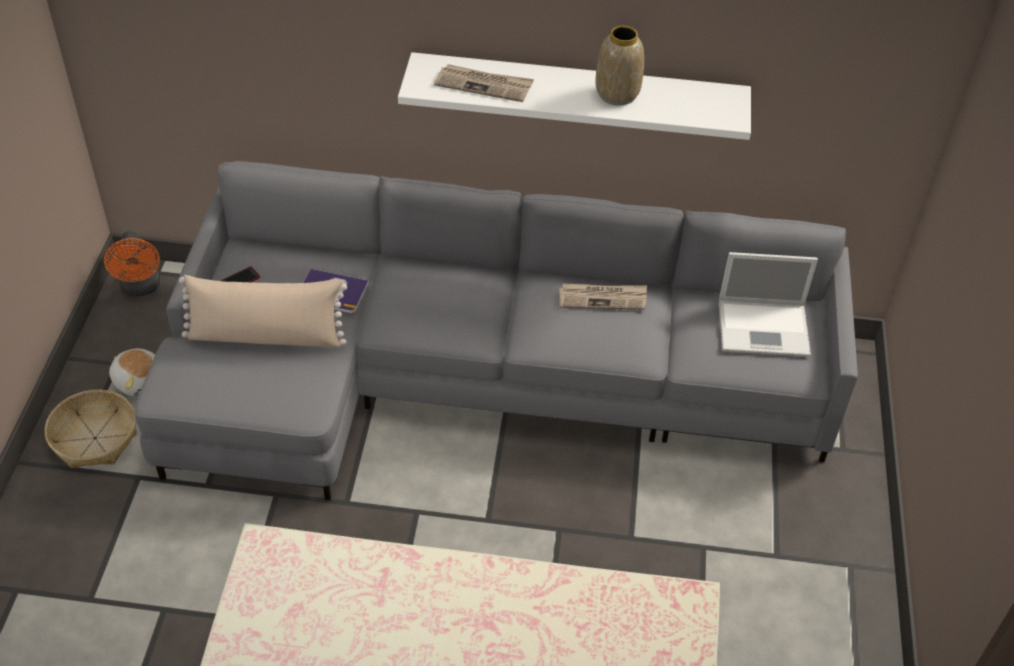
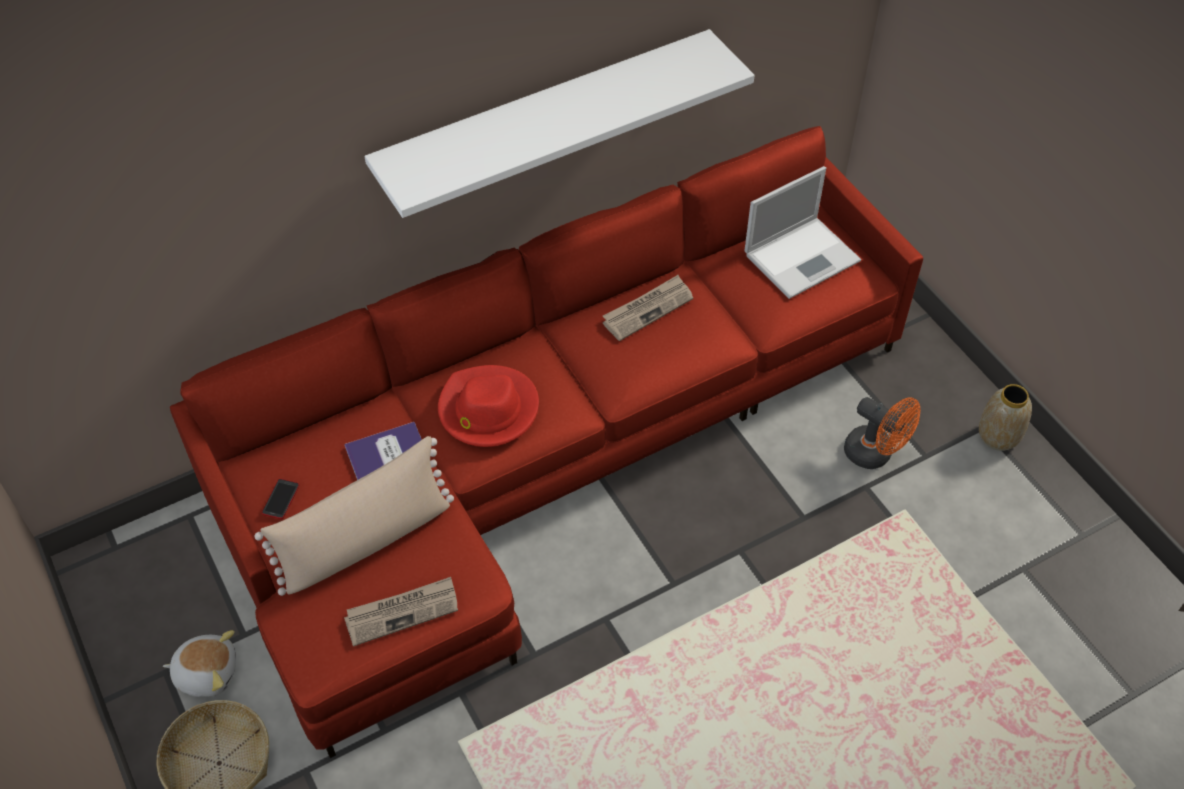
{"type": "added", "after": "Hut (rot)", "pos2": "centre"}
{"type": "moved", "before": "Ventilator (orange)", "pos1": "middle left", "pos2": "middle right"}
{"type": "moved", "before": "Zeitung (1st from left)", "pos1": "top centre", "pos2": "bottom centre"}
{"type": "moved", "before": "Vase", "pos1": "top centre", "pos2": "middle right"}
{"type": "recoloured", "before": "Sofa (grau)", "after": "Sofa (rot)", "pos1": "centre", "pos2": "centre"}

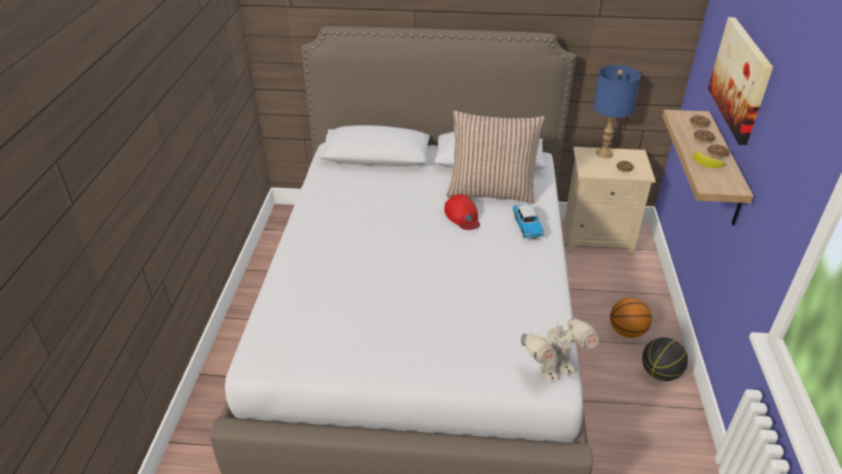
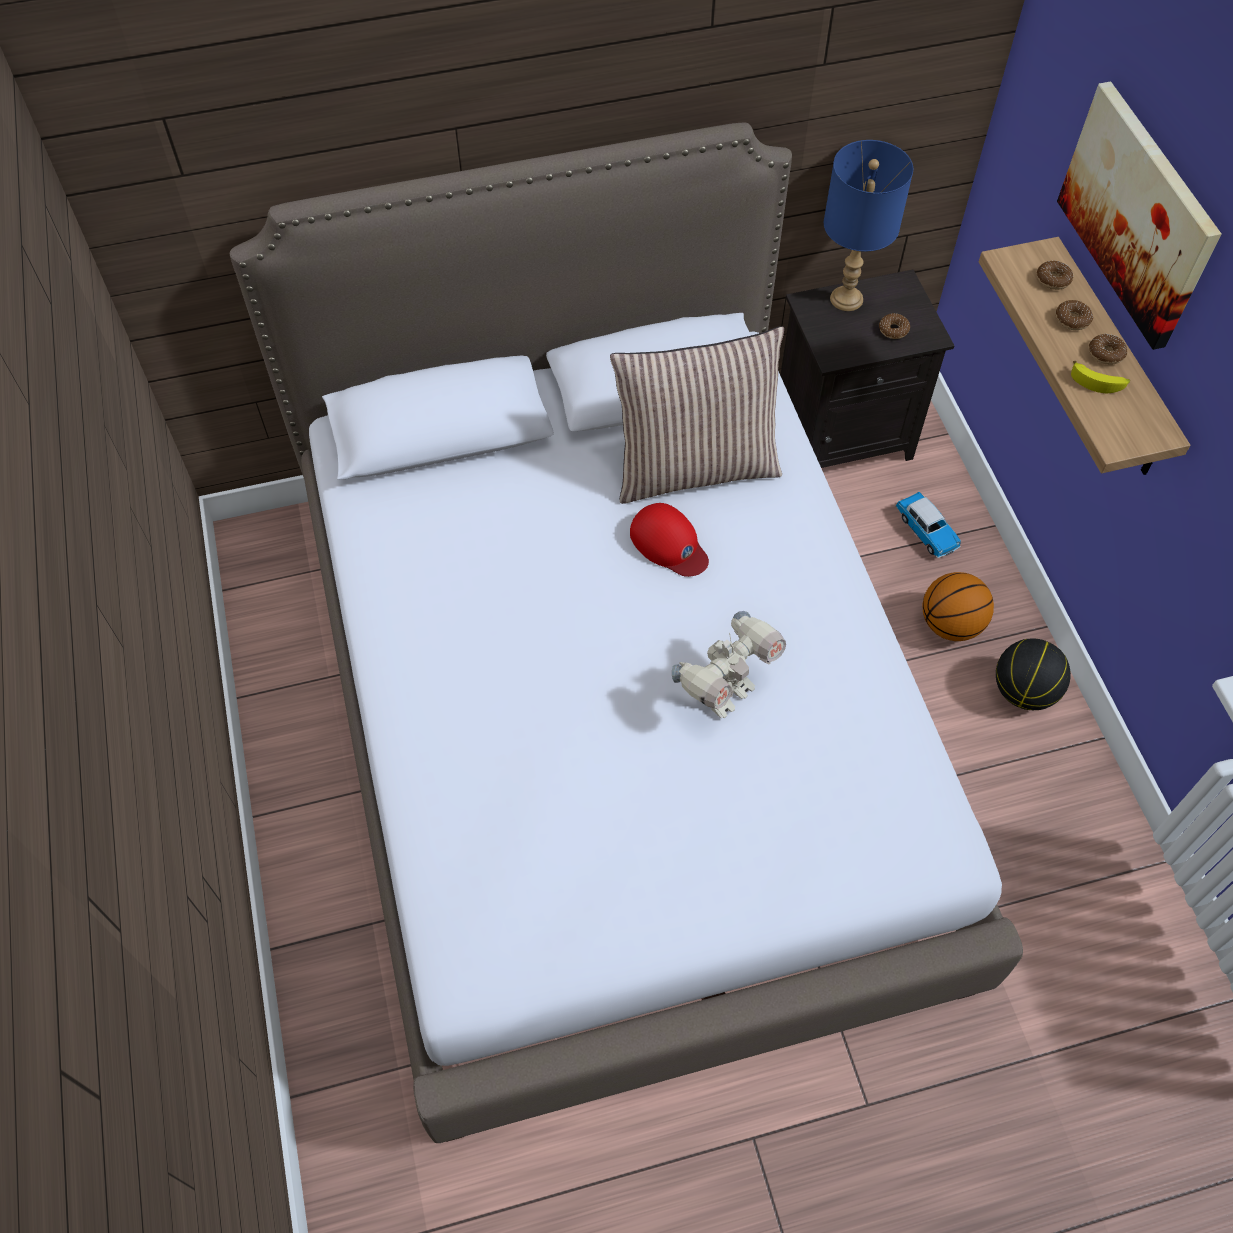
{"type": "moved", "before": "Spielzeugauto", "pos1": "centre", "pos2": "middle right"}
{"type": "moved", "before": "Spielzeugroboter", "pos1": "bottom centre", "pos2": "centre"}
{"type": "recoloured", "before": "Nachttisch (beige)", "after": "Nachttisch (schwarz)", "pos1": "middle right", "pos2": "top right"}

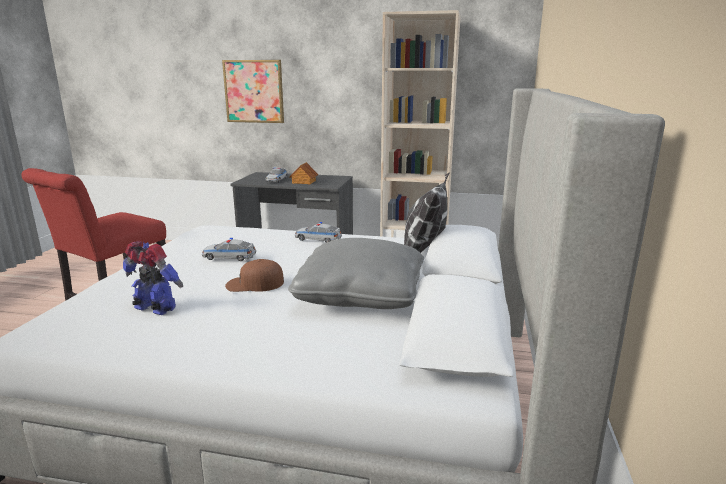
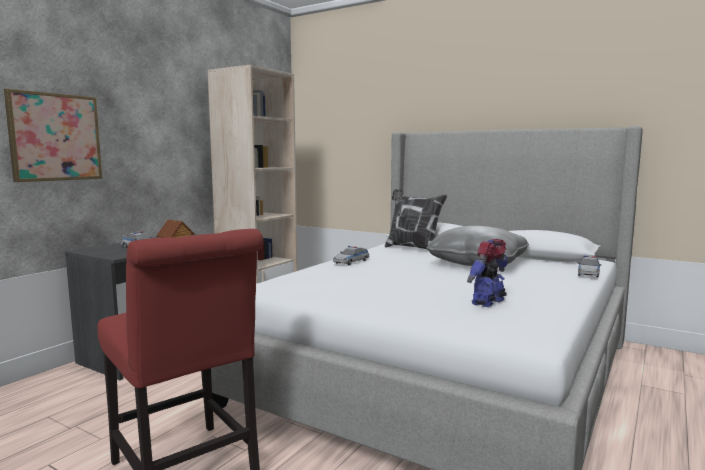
{"type": "removed", "before": "Kappe (braun)", "pos1": "centre"}
{"type": "moved", "before": "Spielzeugauto (1st from left in the first image)", "after": "Spielzeugauto (3rd from left)", "pos1": "middle left", "pos2": "middle right"}

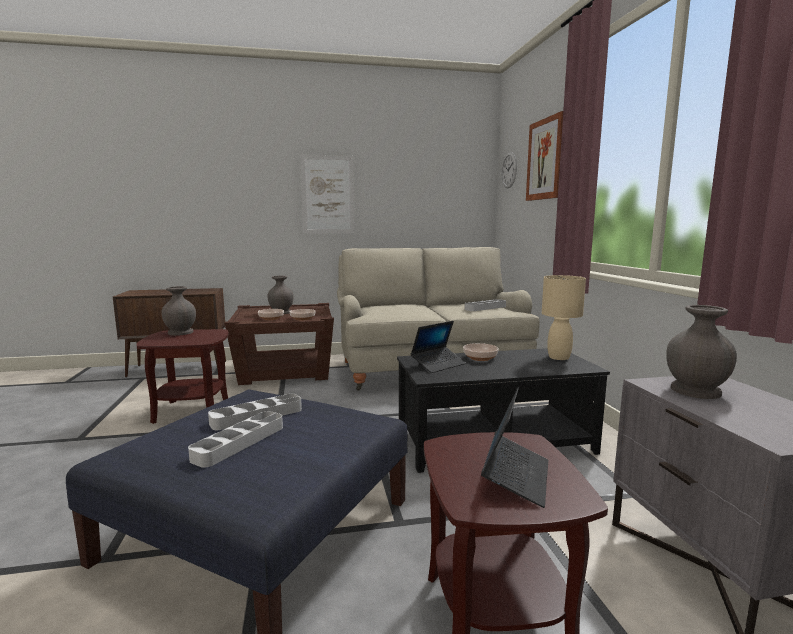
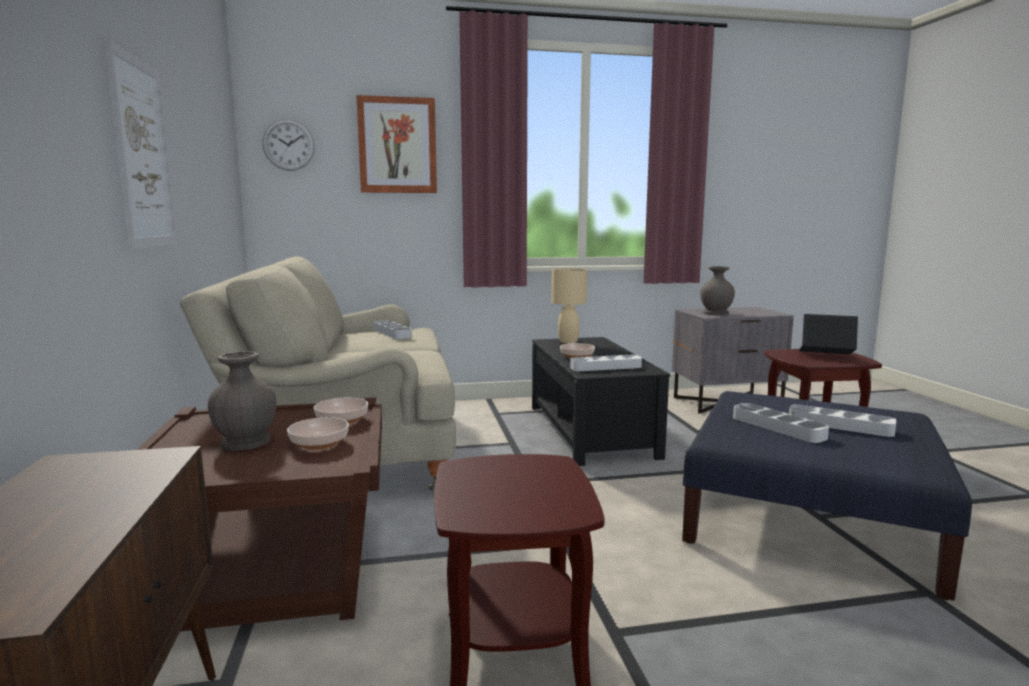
{"type": "removed", "before": "Vase (grau) (1st from left)", "pos1": "middle left"}
{"type": "replaced", "before": "Laptop (1st from left)", "after": "Tablett (grau) (2nd from left)", "pos1": "centre", "pos2": "centre"}

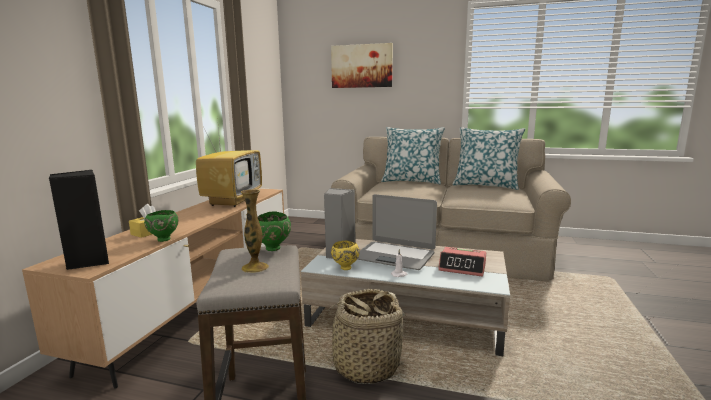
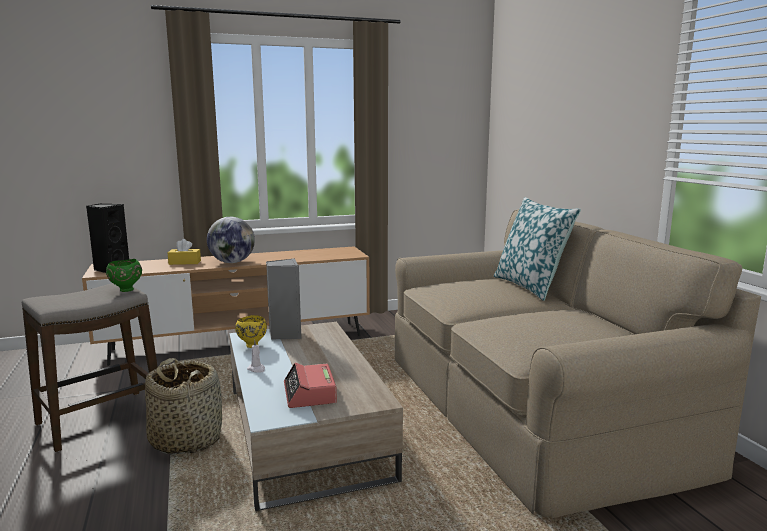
{"type": "removed", "before": "Schüssel (grün) (1st from left)", "pos1": "middle left"}
{"type": "removed", "before": "Fernseher", "pos1": "middle left"}
{"type": "removed", "before": "Vase", "pos1": "centre"}
{"type": "removed", "before": "Bild", "pos1": "top centre"}
{"type": "removed", "before": "Laptop", "pos1": "centre"}
{"type": "removed", "before": "Kissen (2nd from left)", "pos1": "middle right"}
{"type": "added", "after": "Globus", "pos2": "middle left"}

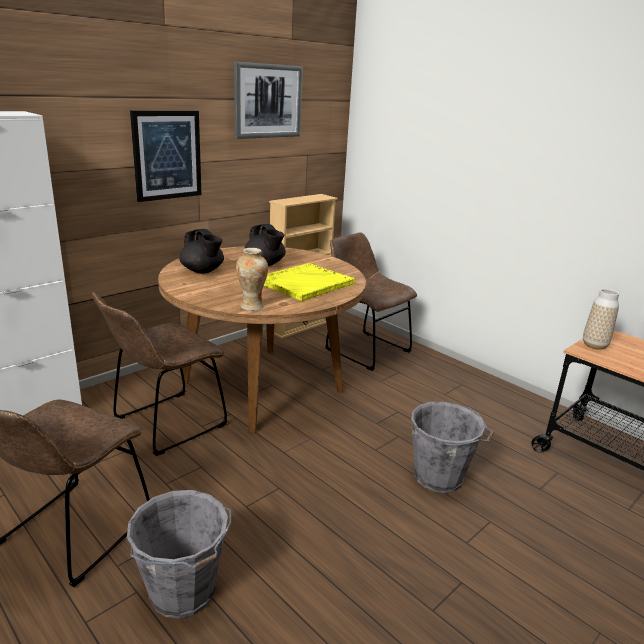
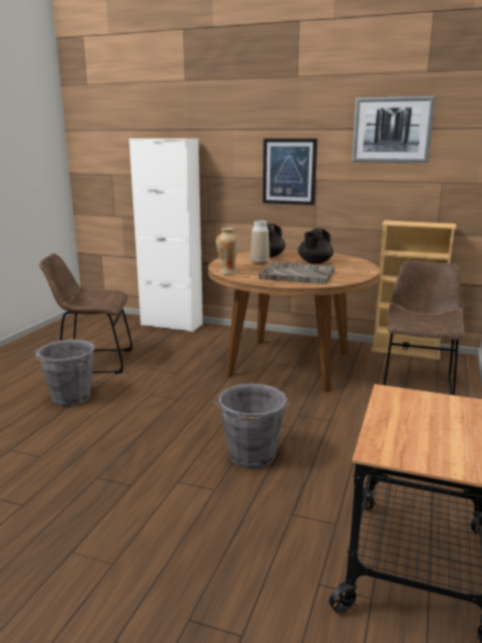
{"type": "removed", "before": "Stuhl (braun) (2nd from left)", "pos1": "middle left"}
{"type": "moved", "before": "Vase (2nd from left)", "pos1": "middle right", "pos2": "centre"}
{"type": "recoloured", "before": "Tablett (gelb)", "after": "Tablett (grau)", "pos1": "centre", "pos2": "centre"}

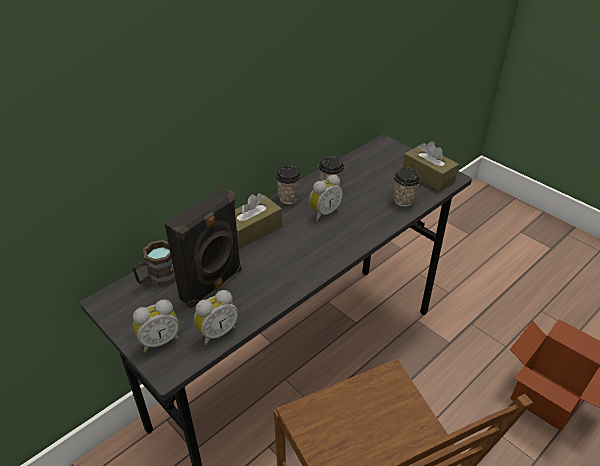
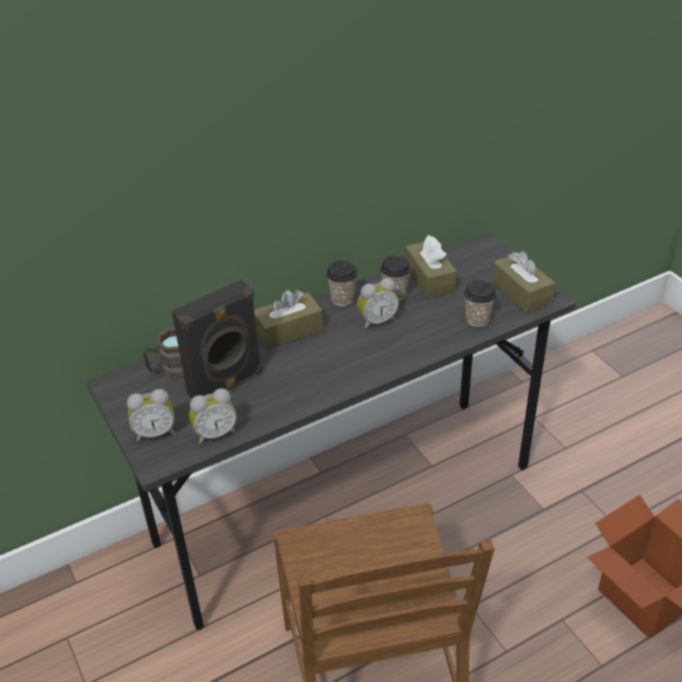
{"type": "added", "after": "Taschentuchbox (braun) (2nd from left)", "pos2": "centre"}

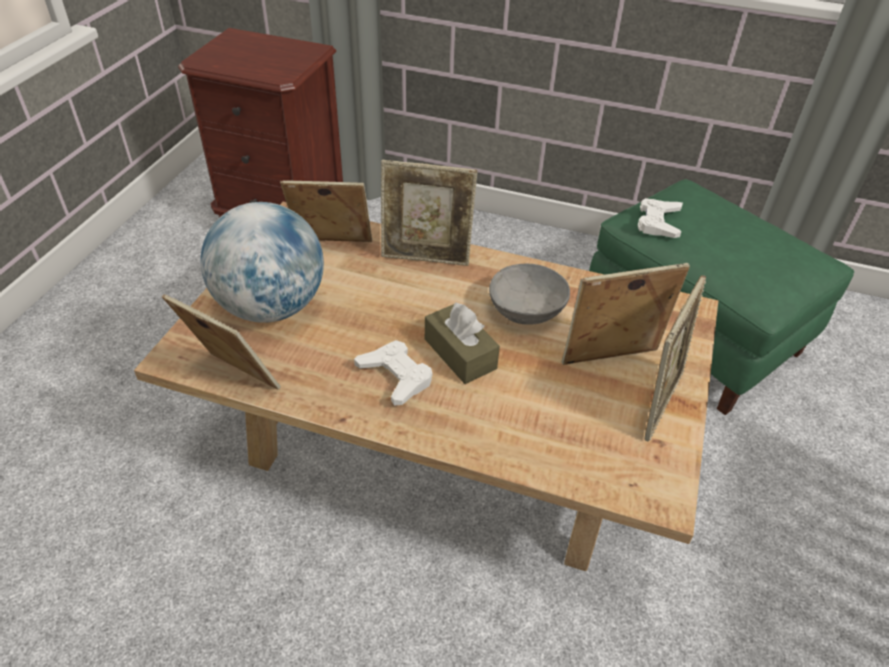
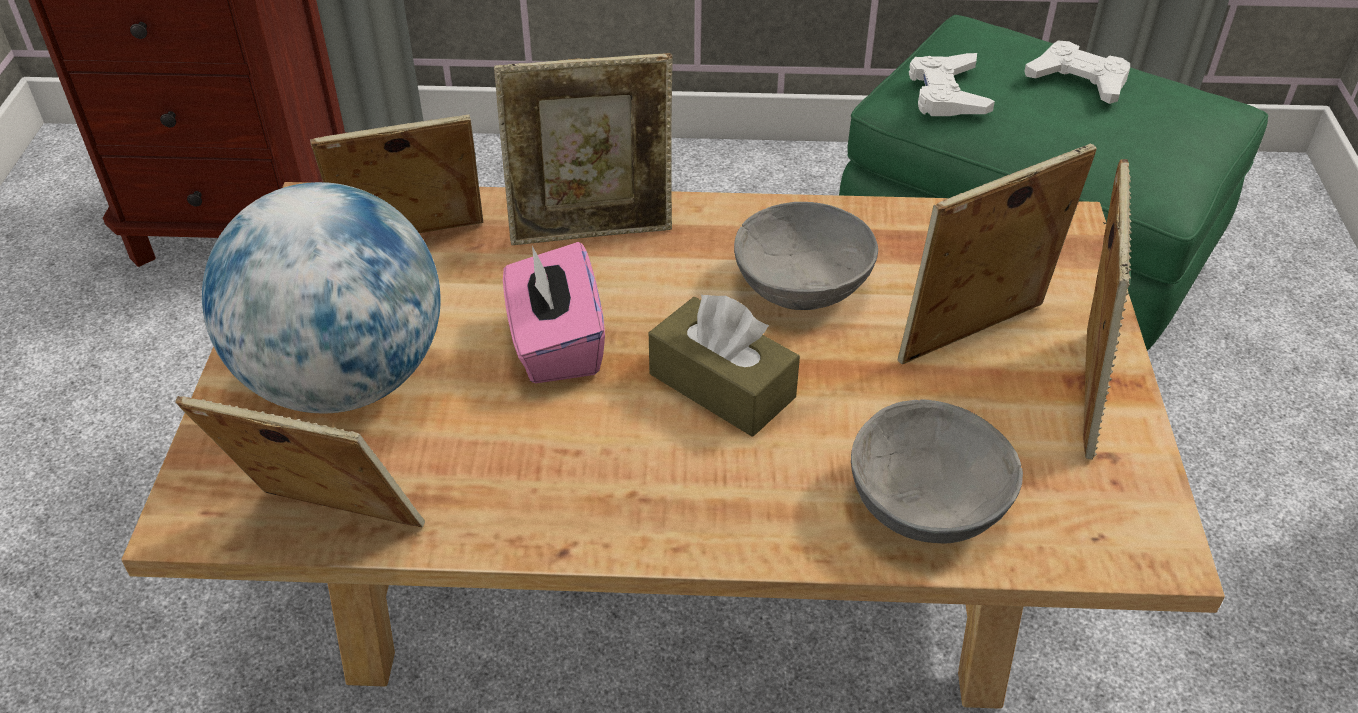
{"type": "added", "after": "Taschentuchbox (rosa)", "pos2": "centre"}
{"type": "added", "after": "Schüssel (grau) (2nd from left)", "pos2": "middle right"}
{"type": "moved", "before": "Gamepad (weiß) (1st from left in the first image)", "after": "Gamepad (weiß) (2nd from left)", "pos1": "centre", "pos2": "top right"}

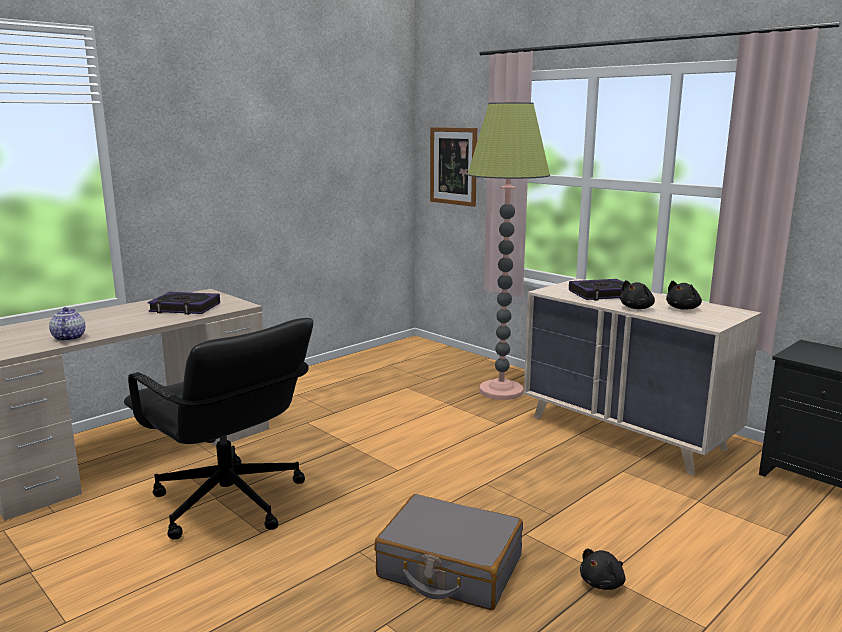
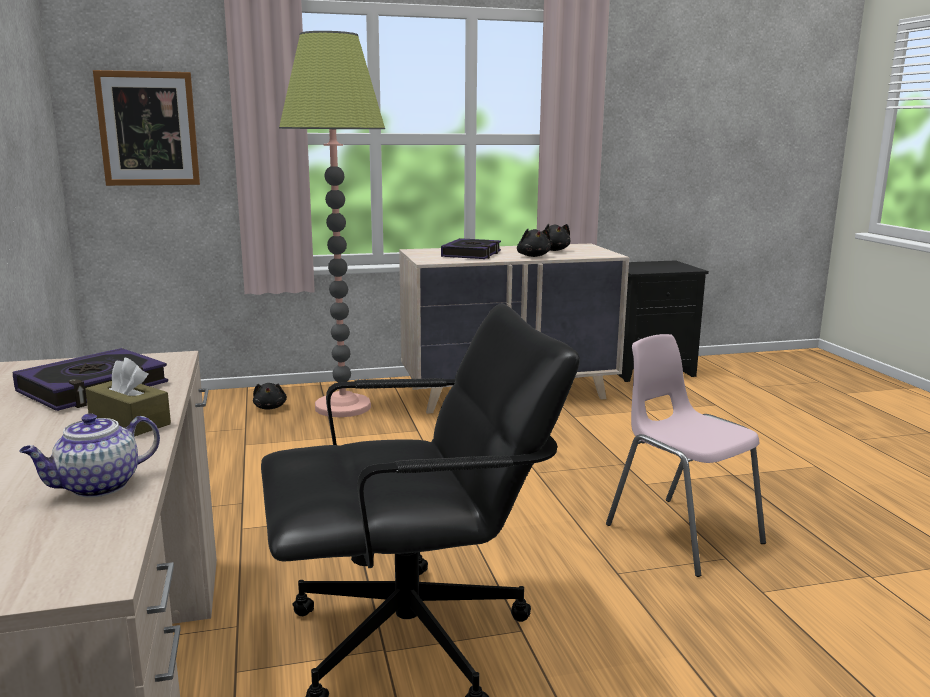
{"type": "added", "after": "Taschentuchbox (braun)", "pos2": "middle left"}
{"type": "moved", "before": "Plüschtier (schwarz) (1st from left)", "pos1": "bottom right", "pos2": "middle left"}
{"type": "replaced", "before": "Koffer (grau)", "after": "Stuhl (rosa)", "pos1": "bottom centre", "pos2": "middle right"}
{"type": "turned", "before": "Teekanne", "pos1": "middle left", "pos2": "middle left", "turn": -60}

